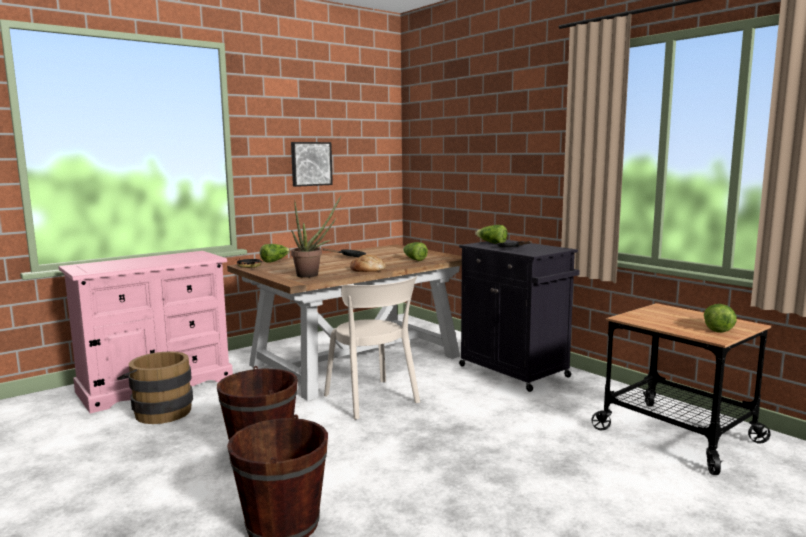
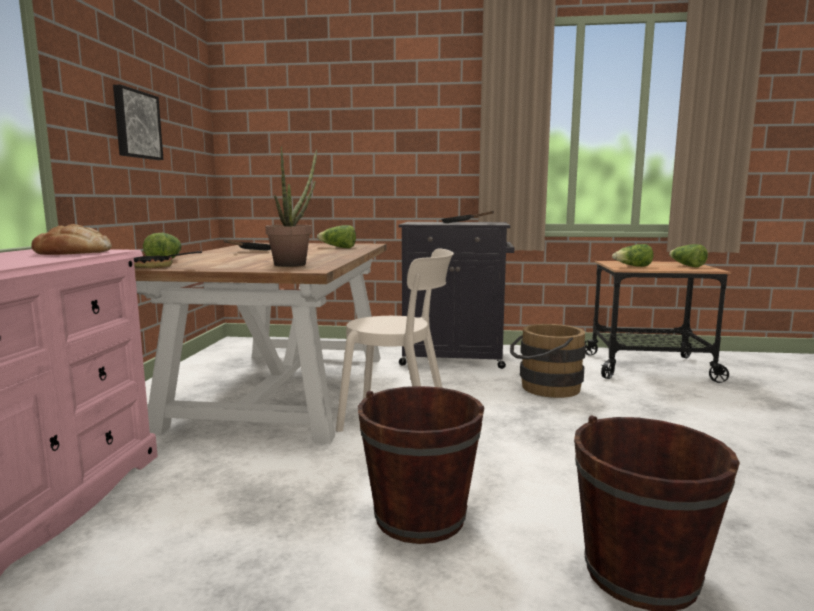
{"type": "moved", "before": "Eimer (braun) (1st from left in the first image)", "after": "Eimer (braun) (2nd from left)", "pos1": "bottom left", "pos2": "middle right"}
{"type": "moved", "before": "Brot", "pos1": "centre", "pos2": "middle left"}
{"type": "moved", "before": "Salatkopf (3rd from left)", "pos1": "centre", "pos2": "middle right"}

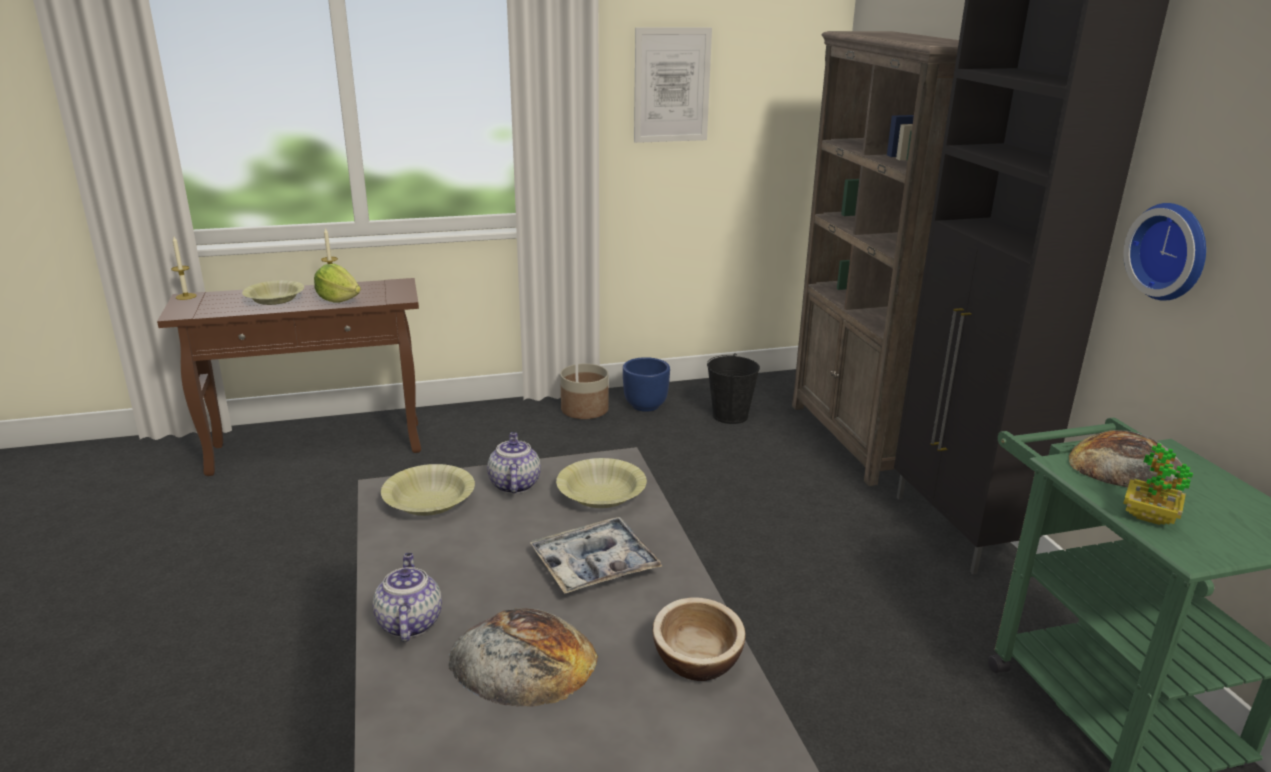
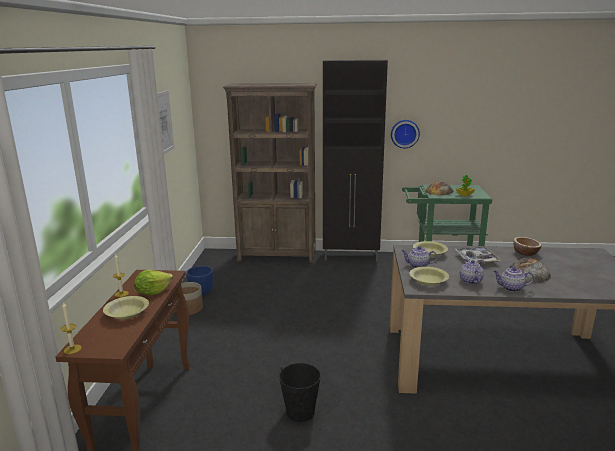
{"type": "added", "after": "Teekanne (2nd from left)", "pos2": "middle right"}
{"type": "moved", "before": "Eimer (schwarz)", "pos1": "centre", "pos2": "bottom centre"}

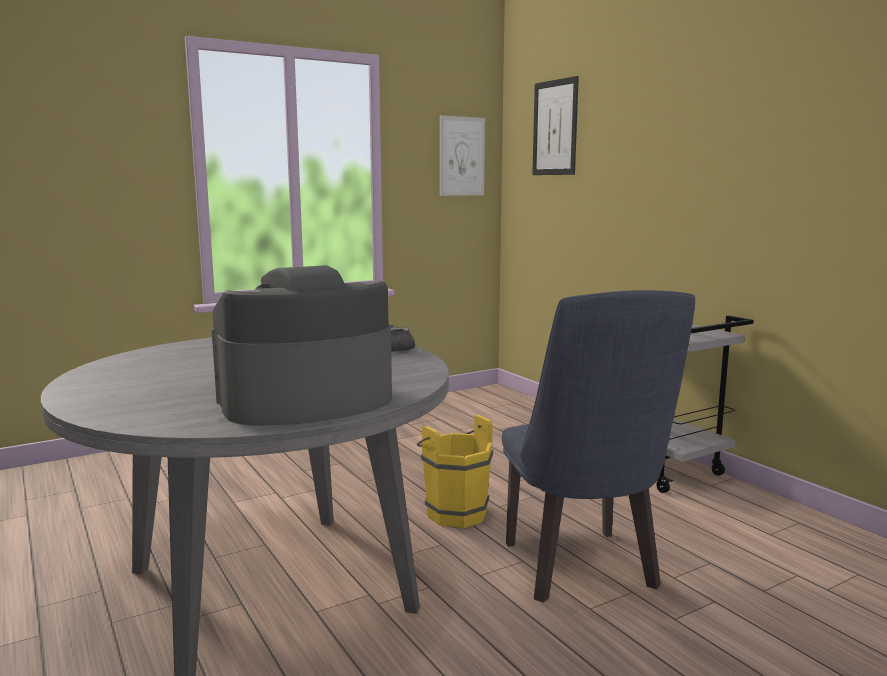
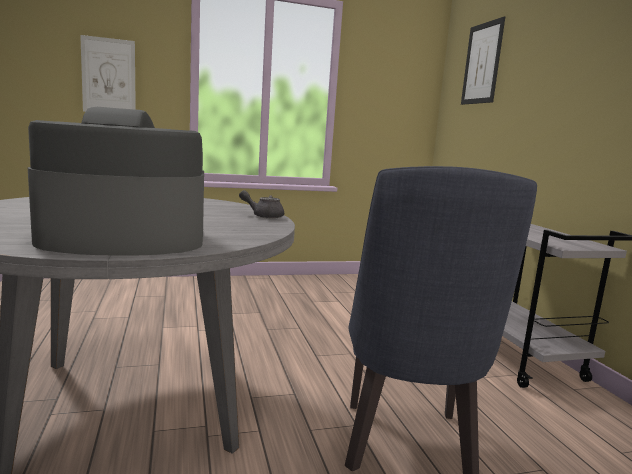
{"type": "removed", "before": "Eimer (gelb)", "pos1": "bottom centre"}
{"type": "moved", "before": "Bild (1st from left)", "pos1": "top centre", "pos2": "top left"}

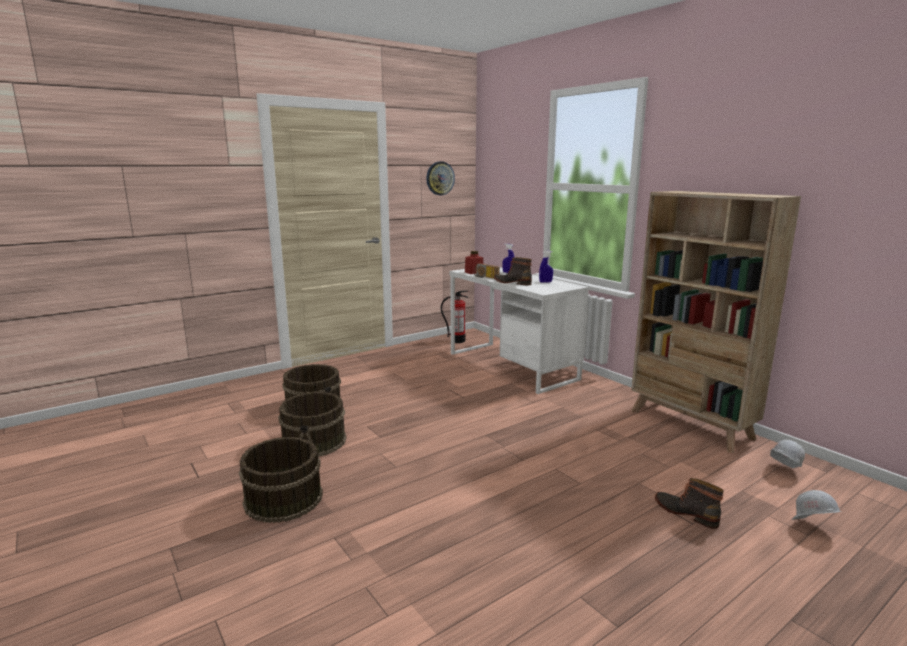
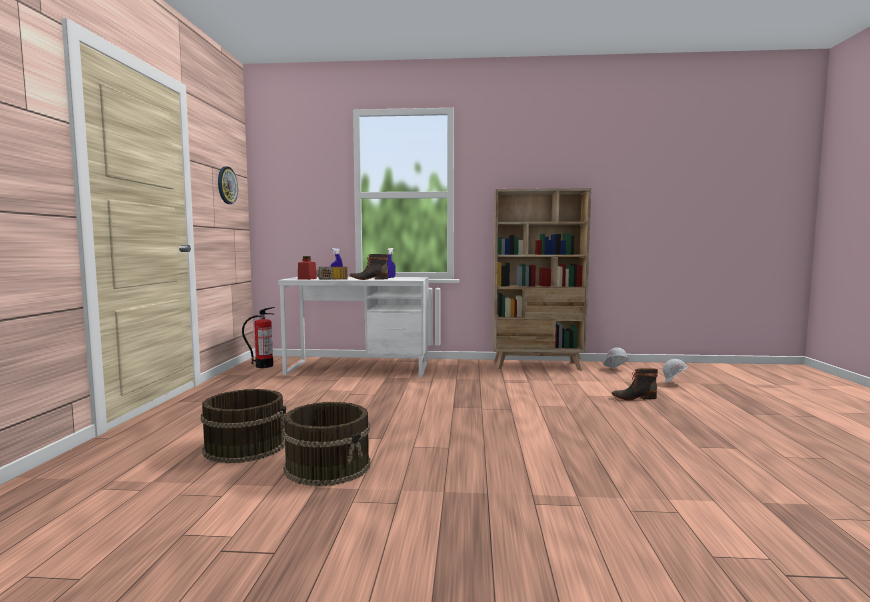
{"type": "removed", "before": "Eimer (braun) (1st from left)", "pos1": "bottom left"}

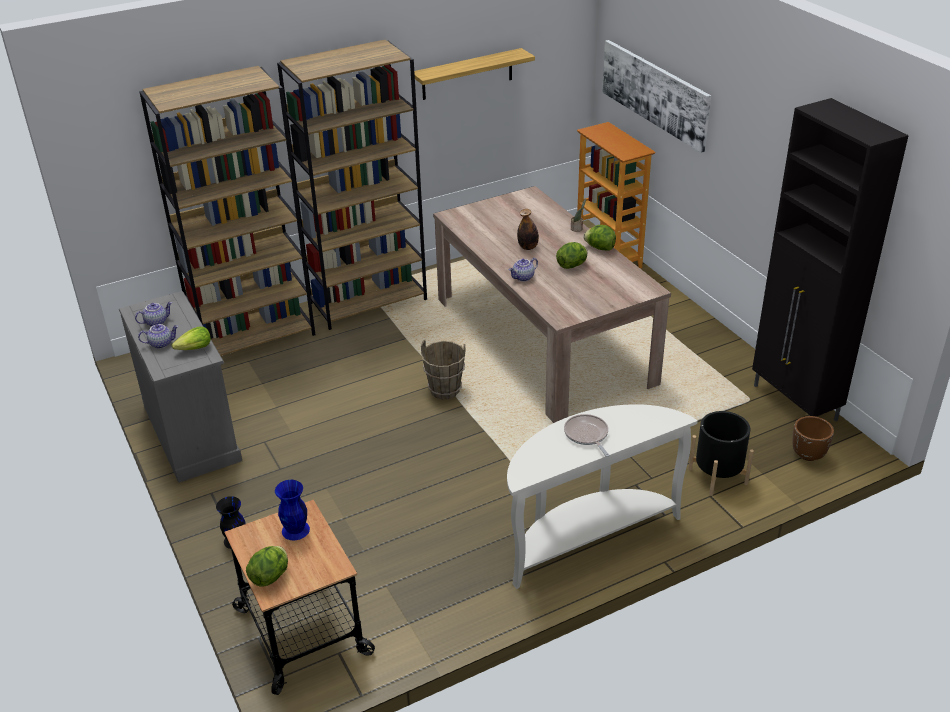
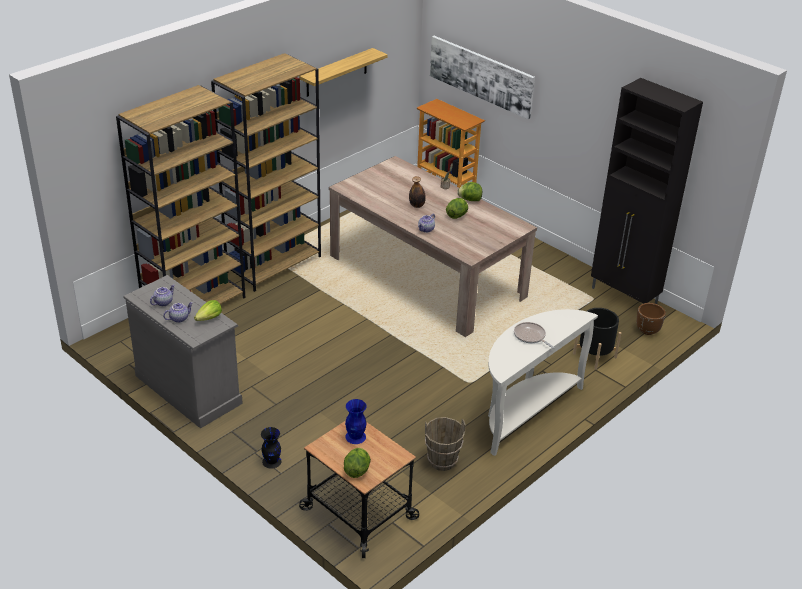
{"type": "moved", "before": "Eimer (braun)", "pos1": "centre", "pos2": "bottom centre"}

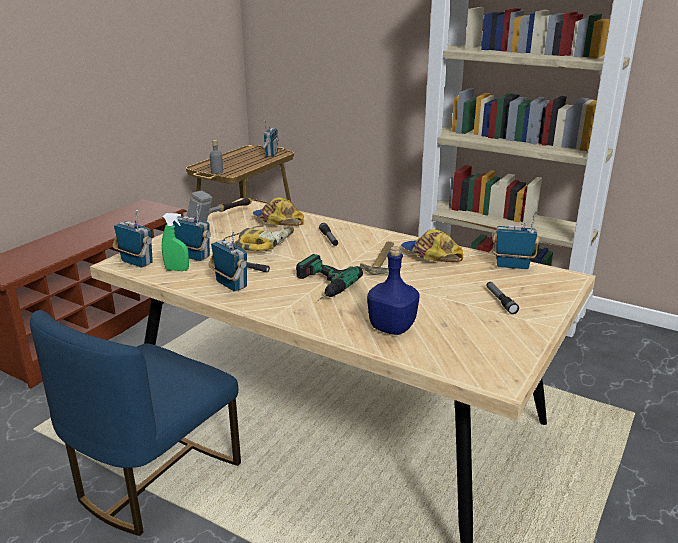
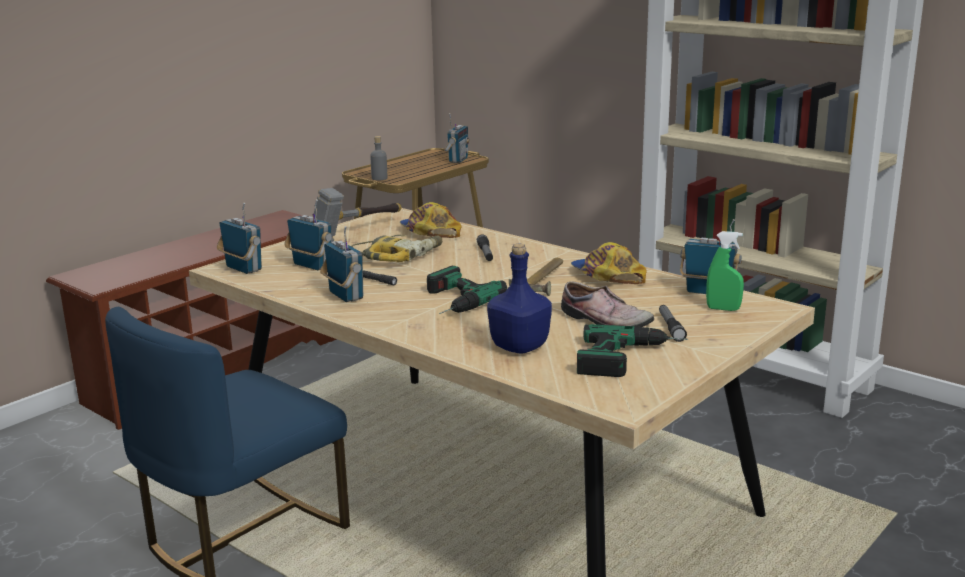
{"type": "added", "after": "Schuh", "pos2": "centre"}
{"type": "added", "after": "Bohrmaschine (3rd from left)", "pos2": "centre"}
{"type": "moved", "before": "Sprühflasche (grün)", "pos1": "middle left", "pos2": "middle right"}

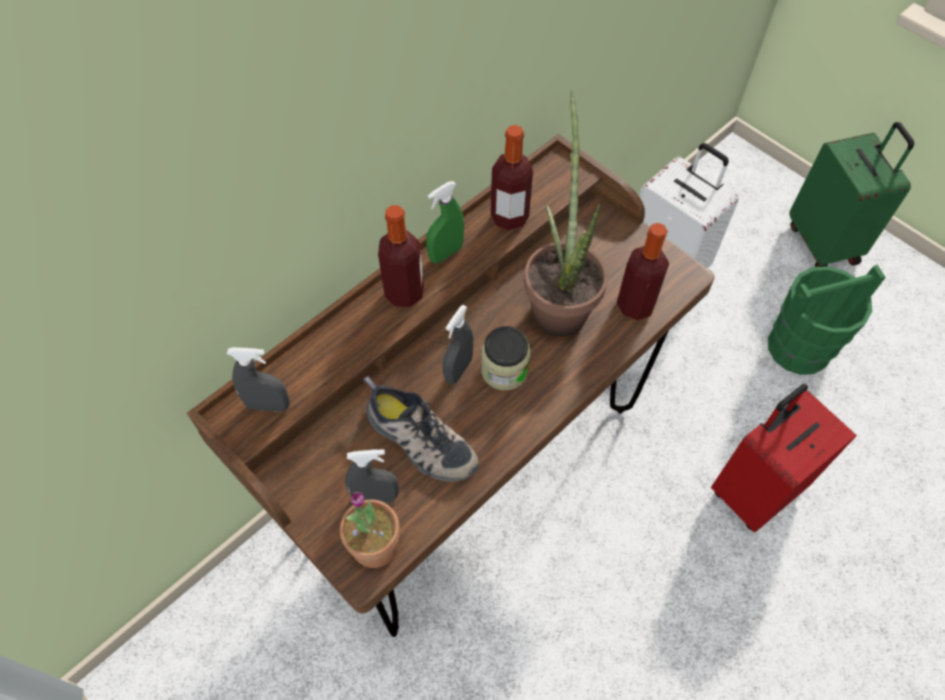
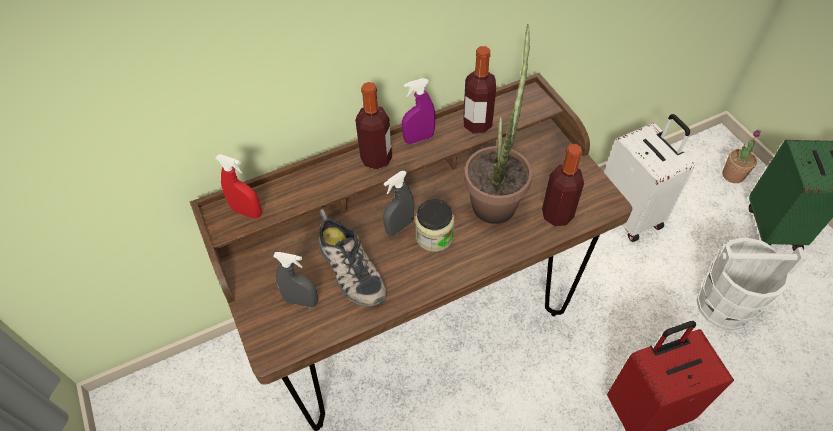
{"type": "moved", "before": "Topfpflanze (1st from left in the first image)", "after": "Topfpflanze (2nd from left)", "pos1": "bottom centre", "pos2": "middle right"}
{"type": "recoloured", "before": "Sprühflasche (grau) (1st from left)", "after": "Sprühflasche (rot)", "pos1": "middle left", "pos2": "middle left"}
{"type": "recoloured", "before": "Sprühflasche (grün)", "after": "Sprühflasche (lila)", "pos1": "top centre", "pos2": "top centre"}
{"type": "recoloured", "before": "Eimer (grün)", "after": "Eimer (weiß)", "pos1": "middle right", "pos2": "middle right"}

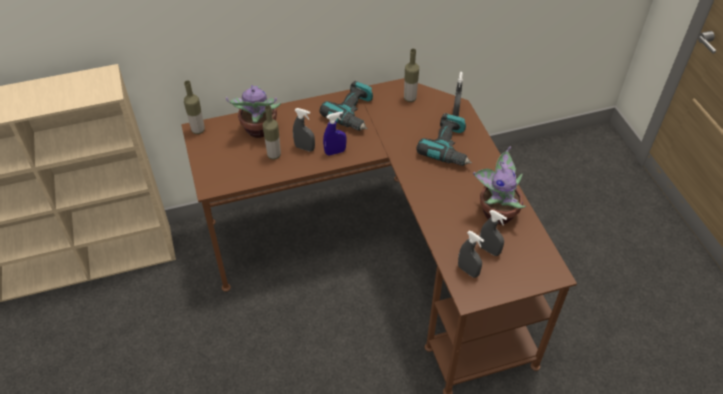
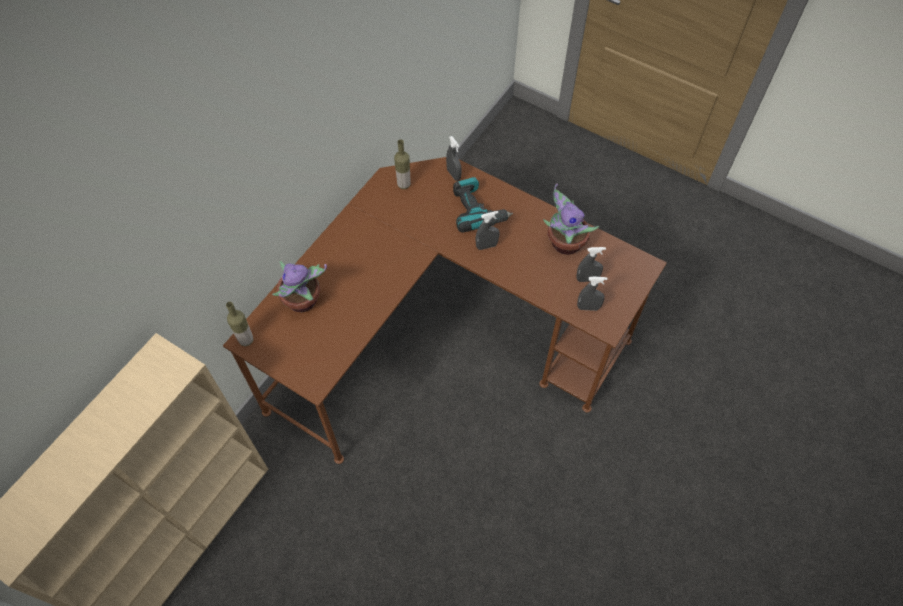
{"type": "removed", "before": "Flasche (2nd from left)", "pos1": "centre"}
{"type": "removed", "before": "Bohrmaschine (1st from left)", "pos1": "top centre"}
{"type": "removed", "before": "Sprühflasche (blau)", "pos1": "centre"}
{"type": "moved", "before": "Sprühflasche (grau) (1st from left in the first image)", "after": "Sprühflasche (grau) (2nd from left)", "pos1": "top centre", "pos2": "centre"}

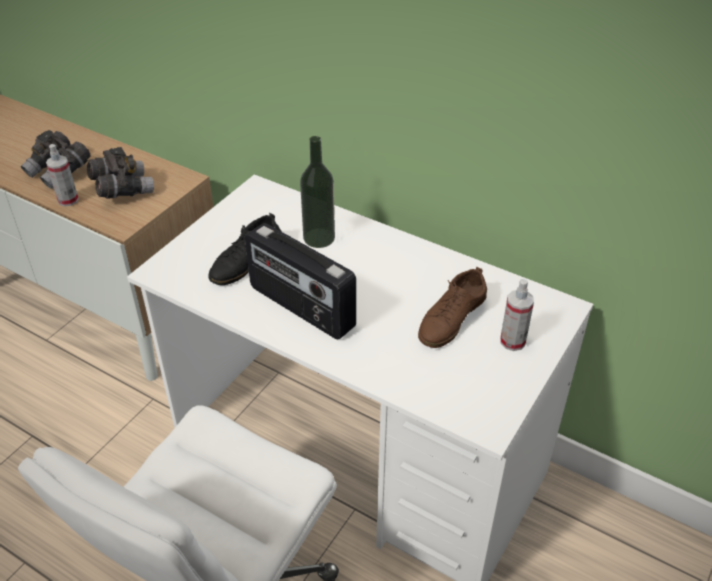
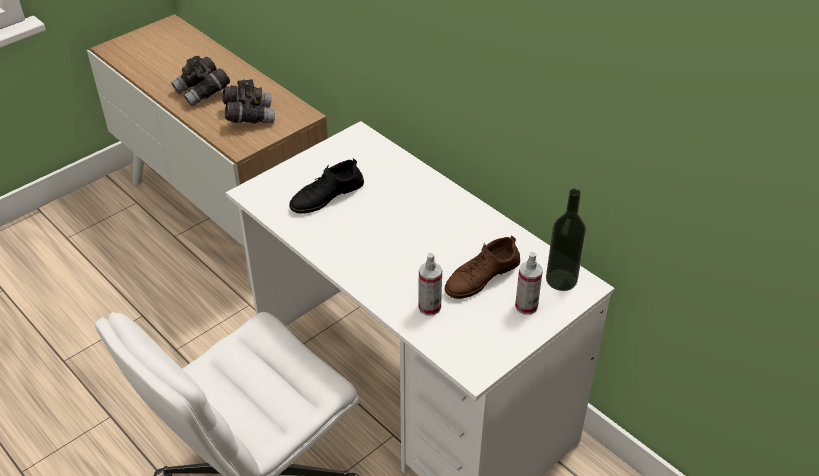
{"type": "removed", "before": "Radio", "pos1": "centre"}
{"type": "moved", "before": "Sprühflasche (1st from left)", "pos1": "top left", "pos2": "centre"}
{"type": "moved", "before": "Flasche", "pos1": "top centre", "pos2": "middle right"}

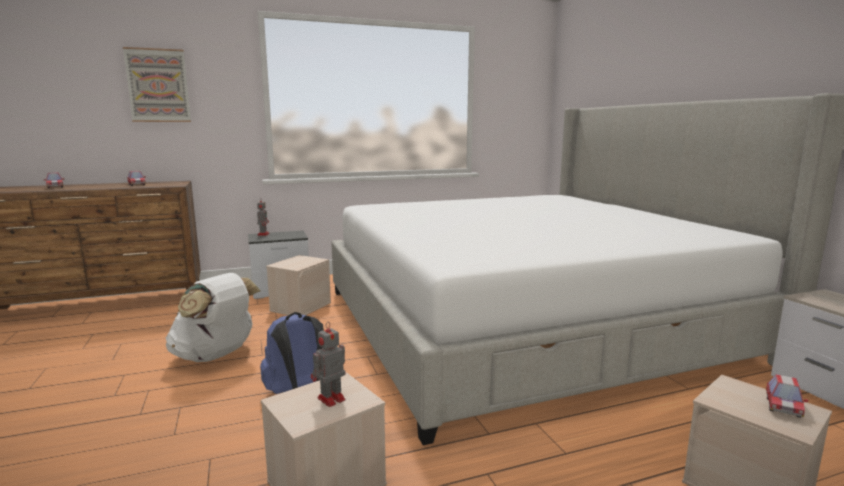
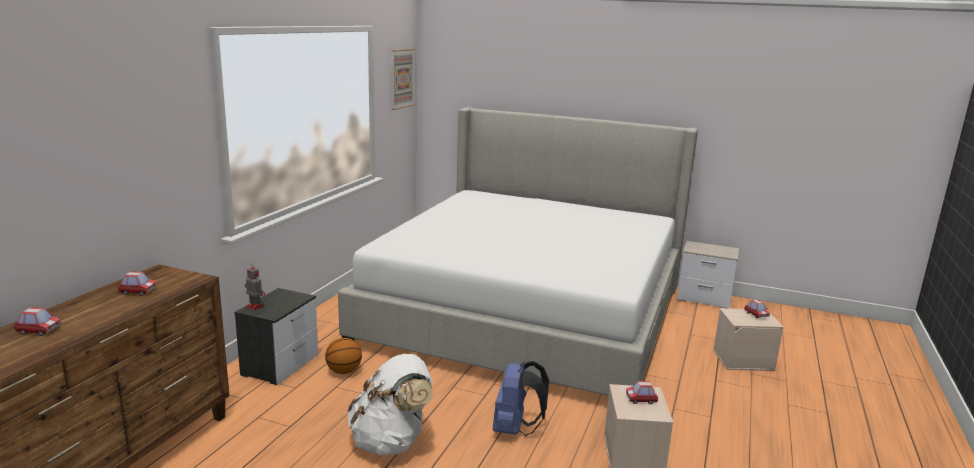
{"type": "moved", "before": "Bild", "pos1": "top left", "pos2": "top centre"}
{"type": "replaced", "before": "Aufbewahrungsbox (beige) (1st from left)", "after": "Basketball", "pos1": "centre", "pos2": "bottom centre"}
{"type": "replaced", "before": "Spielzeugroboter (2nd from left)", "after": "Spielzeugauto (3rd from left)", "pos1": "bottom centre", "pos2": "bottom centre"}

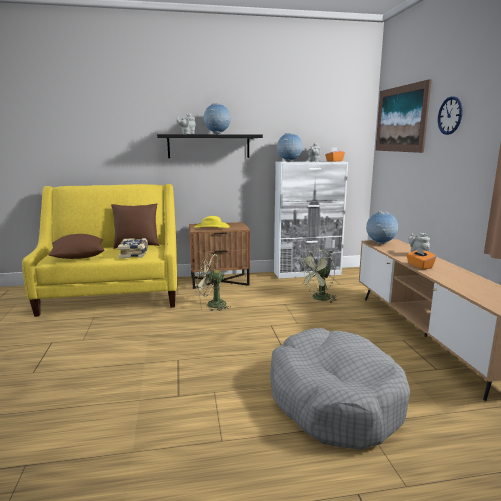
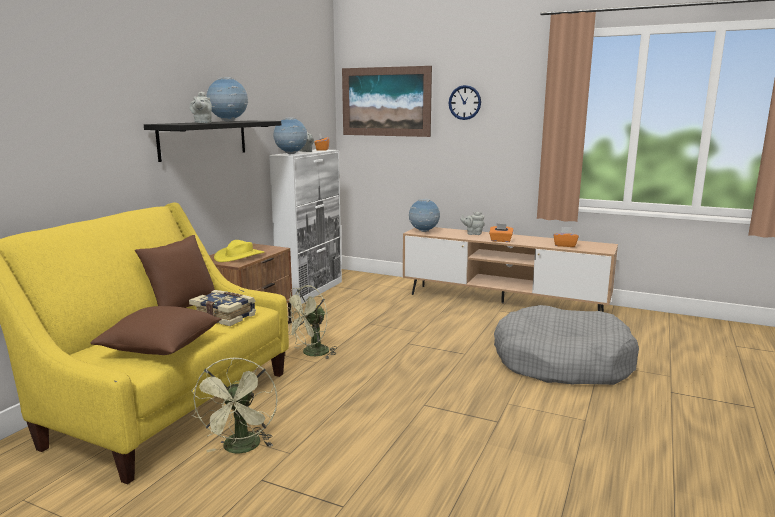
{"type": "added", "after": "Taschentuchbox (orange) (3rd from left)", "pos2": "middle right"}
{"type": "moved", "before": "Ventilator (grün) (2nd from left in the first image)", "after": "Ventilator (grün) (1st from left)", "pos1": "centre", "pos2": "bottom left"}

